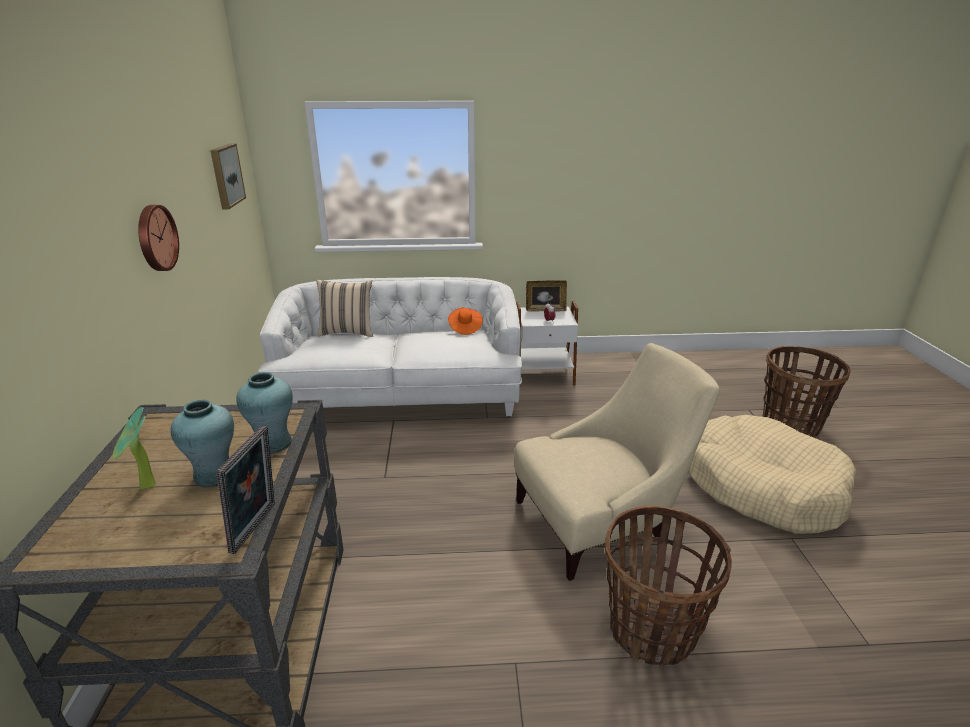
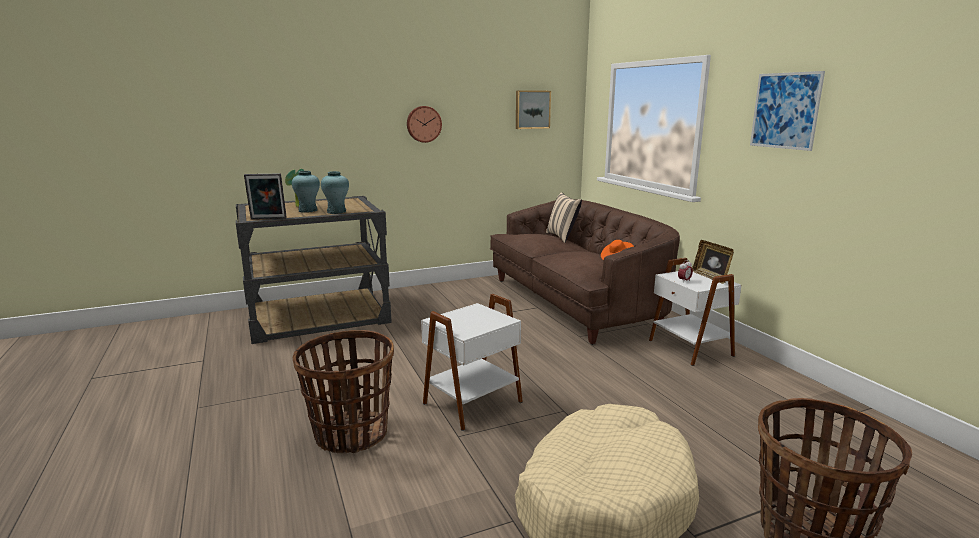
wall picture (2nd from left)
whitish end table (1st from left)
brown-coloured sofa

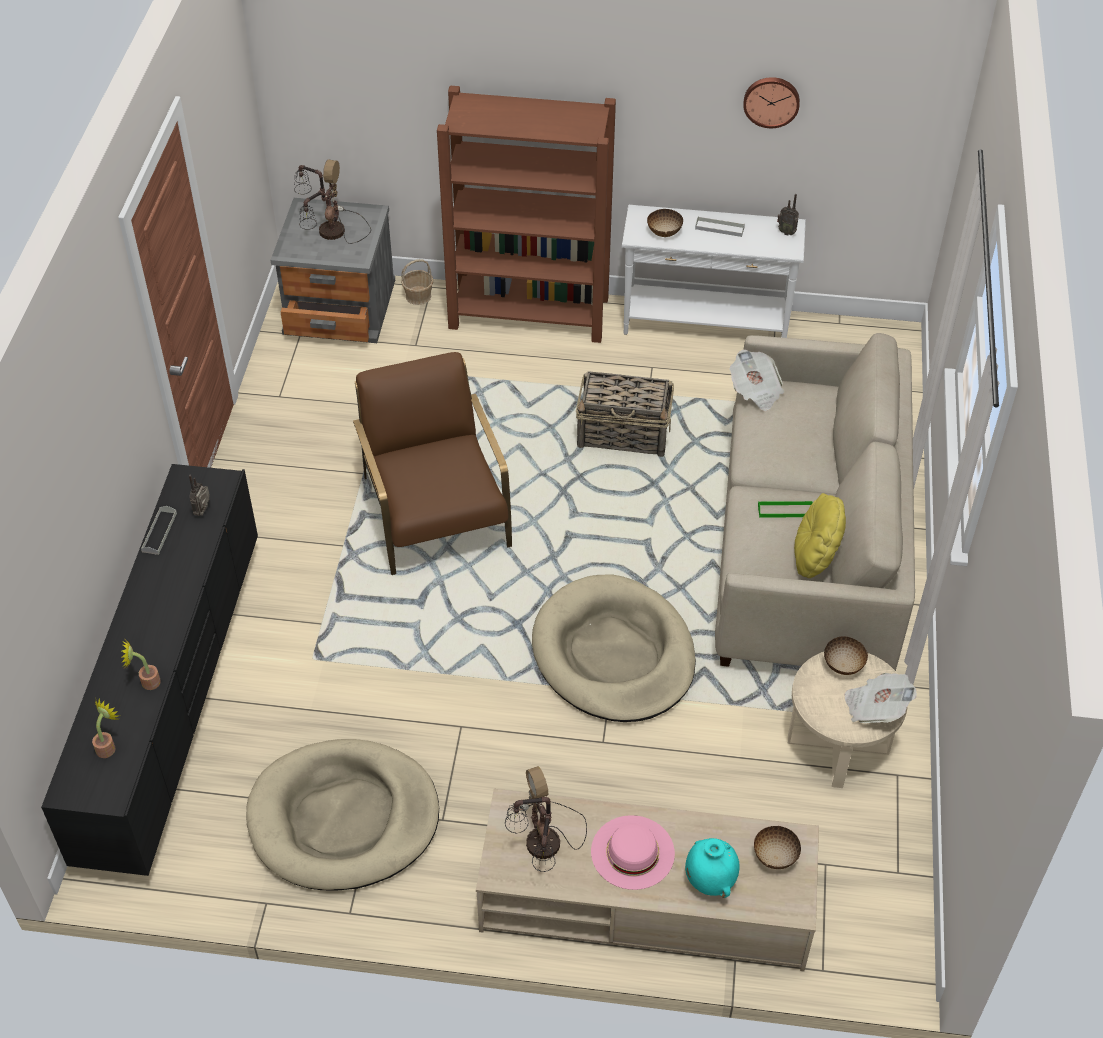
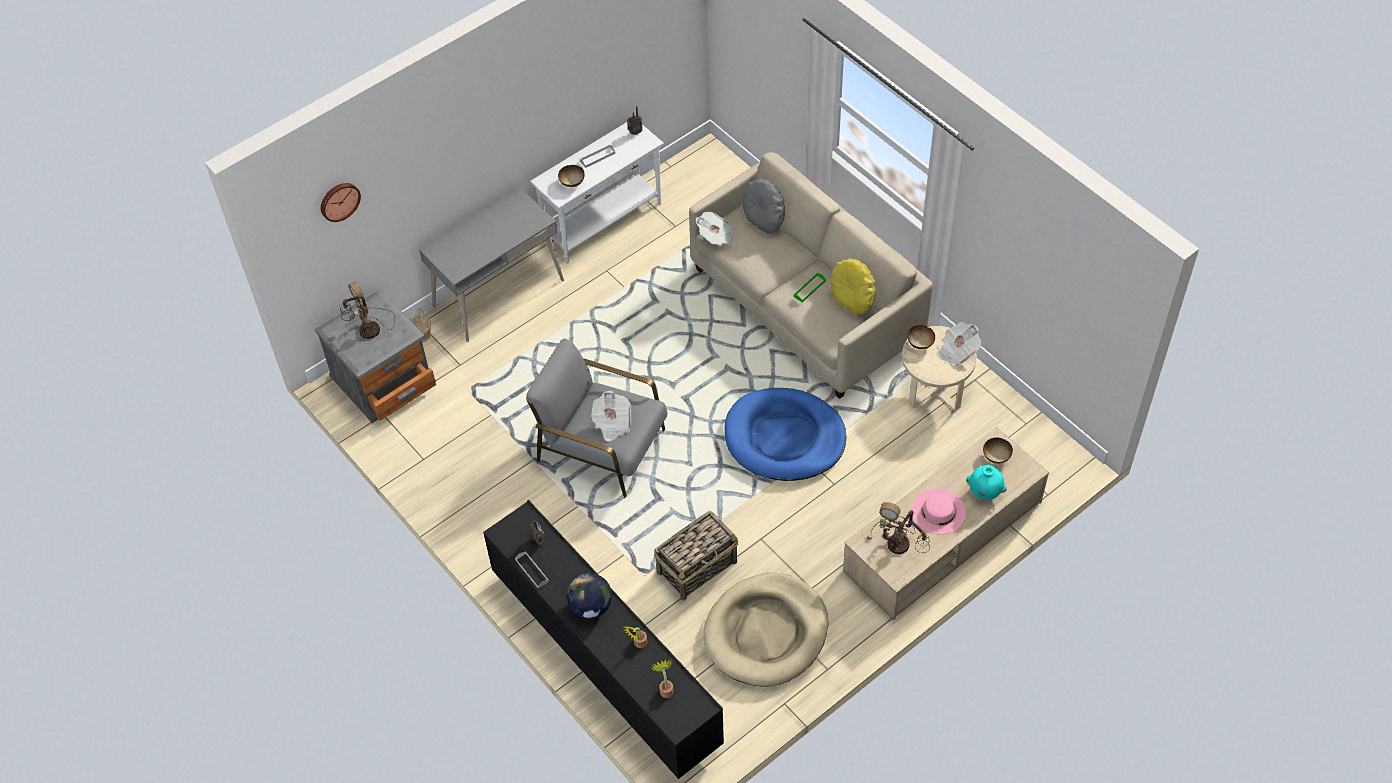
desk globe
printed paper (1st from left)
greyish pillow
storage basket (2nd from left)
hanging clock
greyish desk
greyish easy chair
blue dog cushion

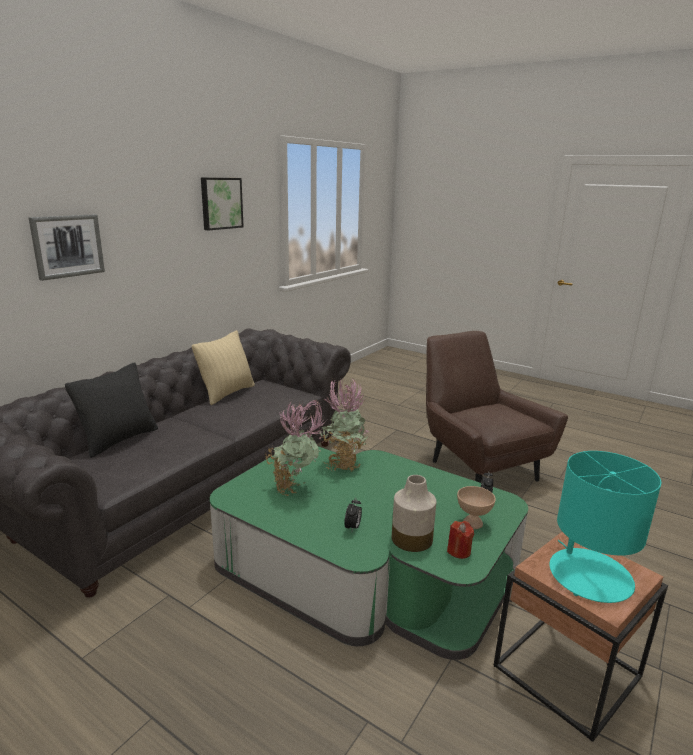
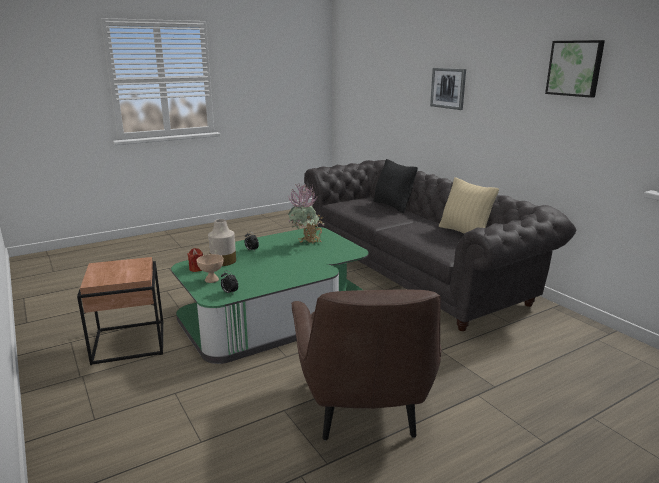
houseplant (2nd from left in the first image)
turquoise lamp for a table
brown-coloured easy chair

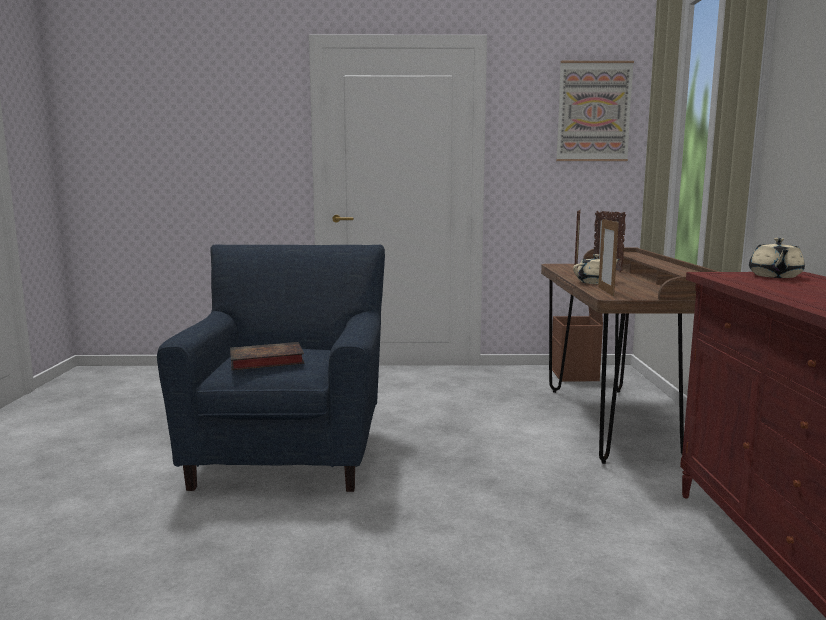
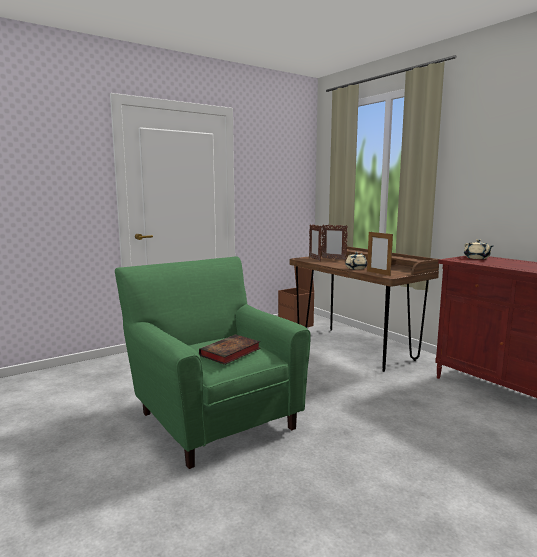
wall picture
green easy chair

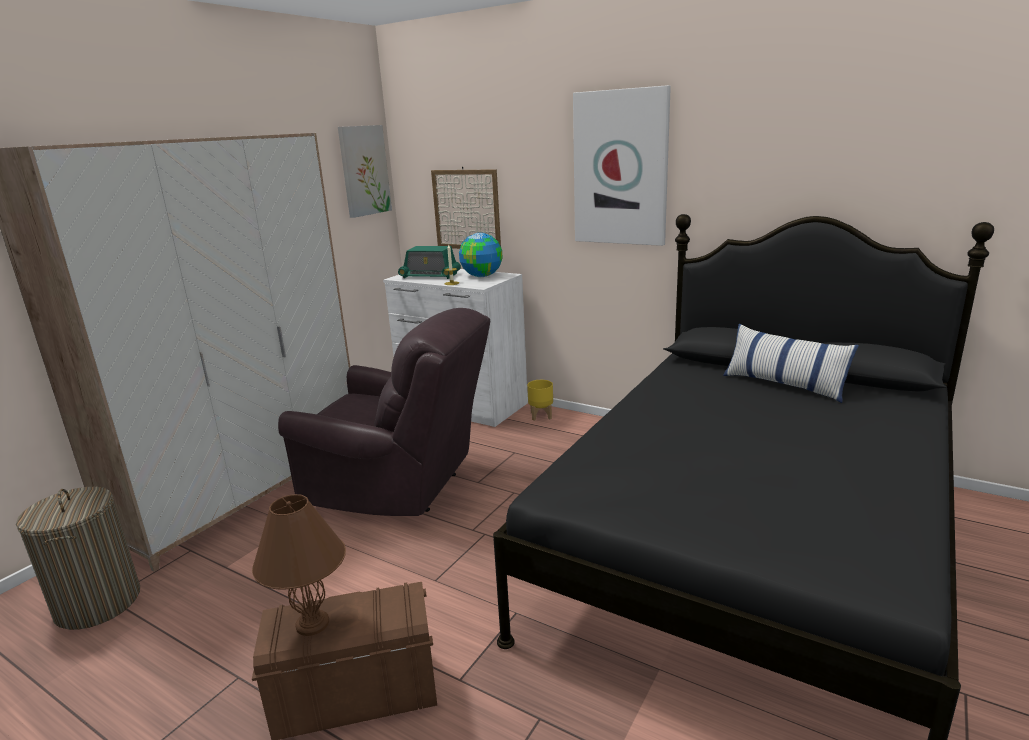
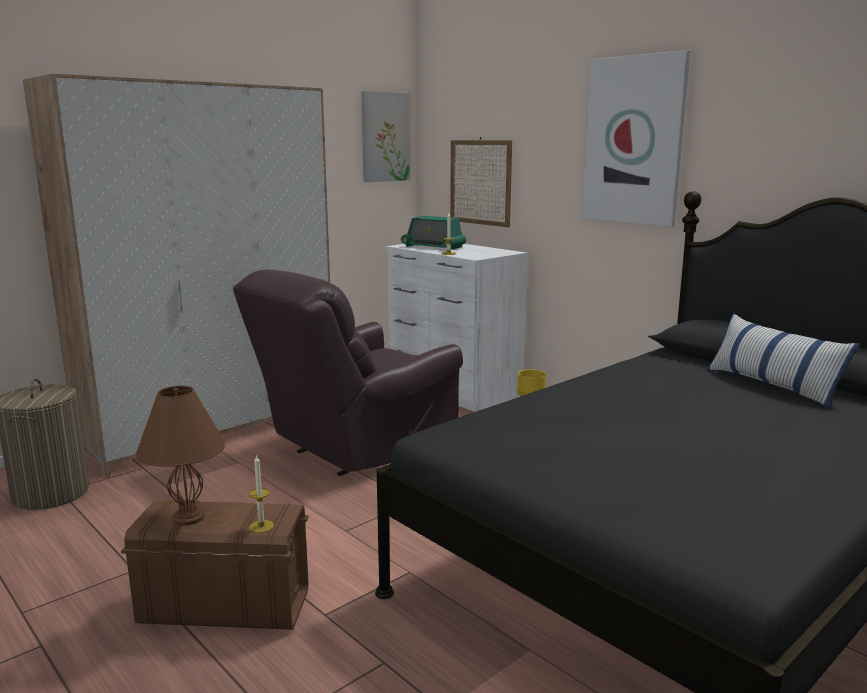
desk globe
candle (1st from left)
brown-coloured easy chair

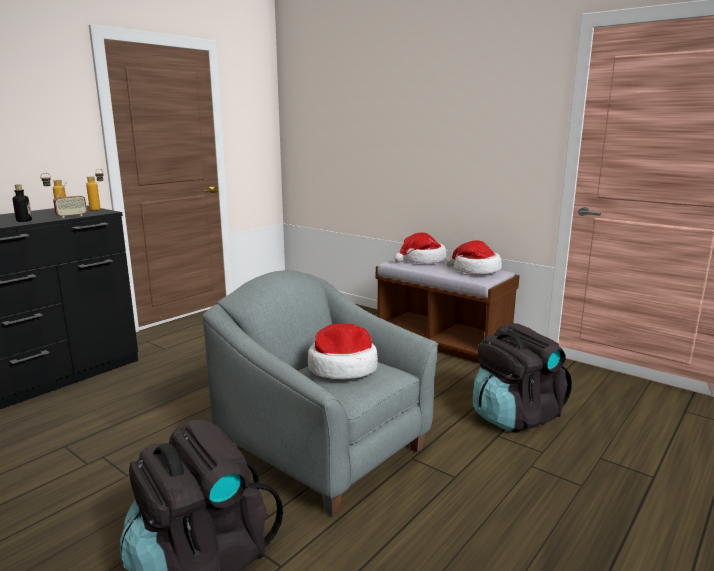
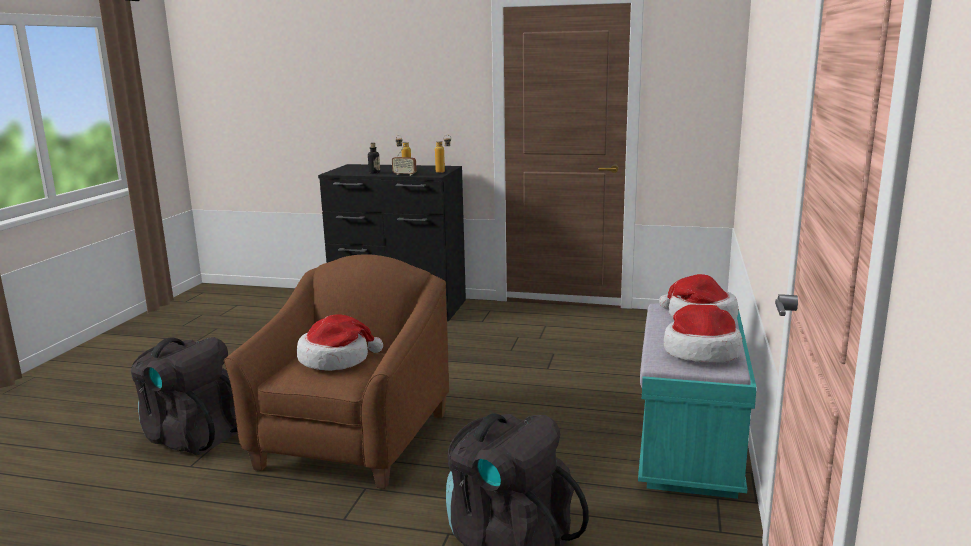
brown-coloured easy chair
turquoise long seat

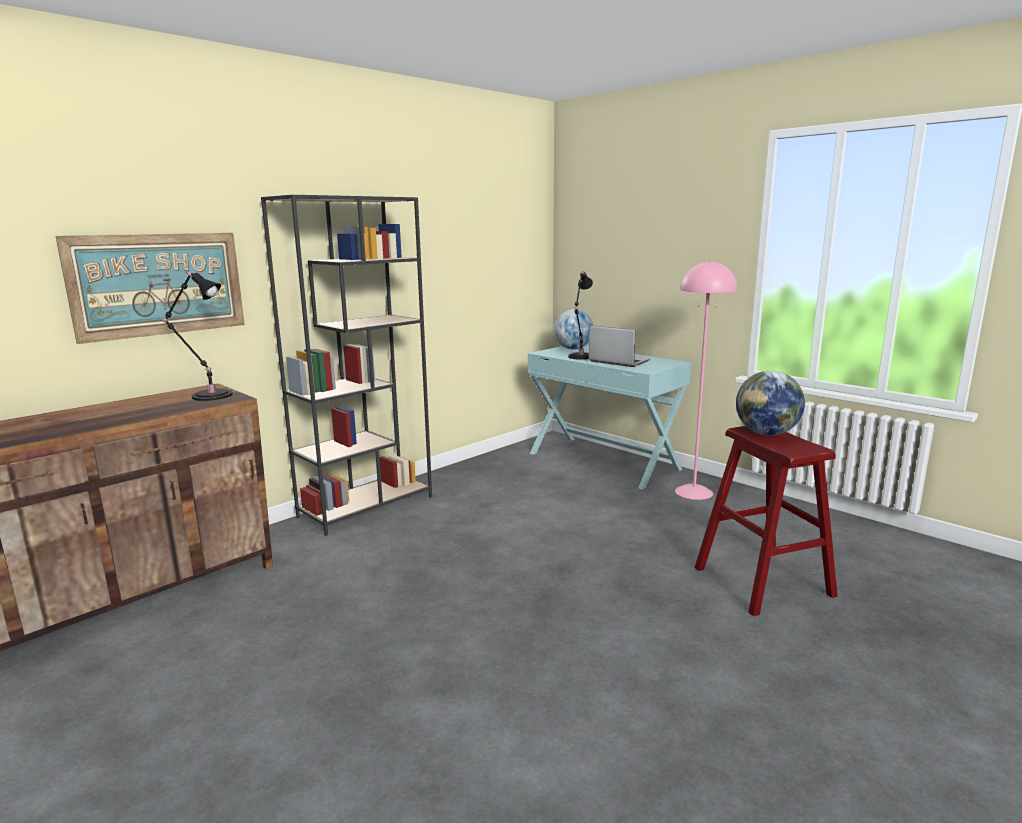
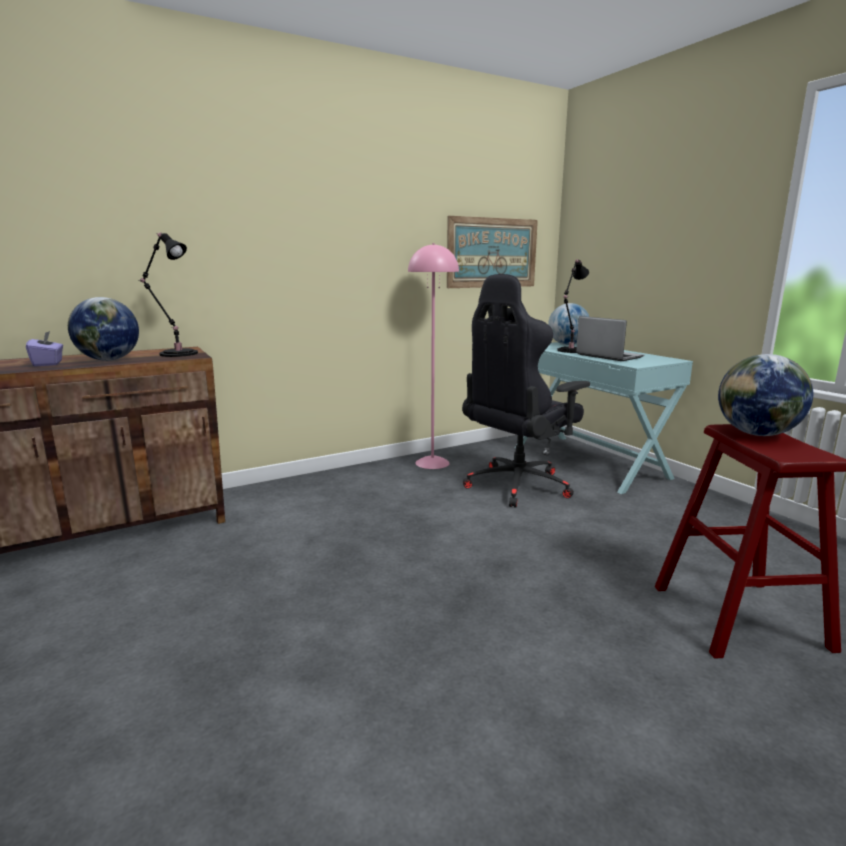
bookcase
purple-coloured tissue box
desk globe (1st from left)
black desk chair
wall picture
pinkish floor lamp

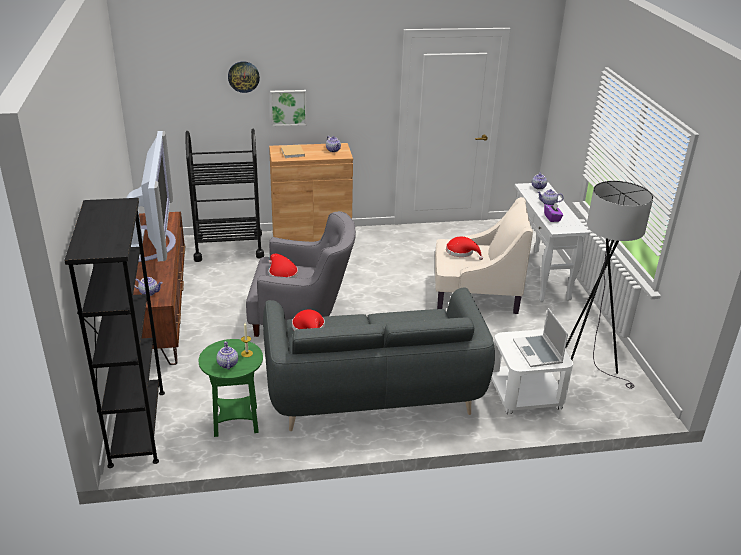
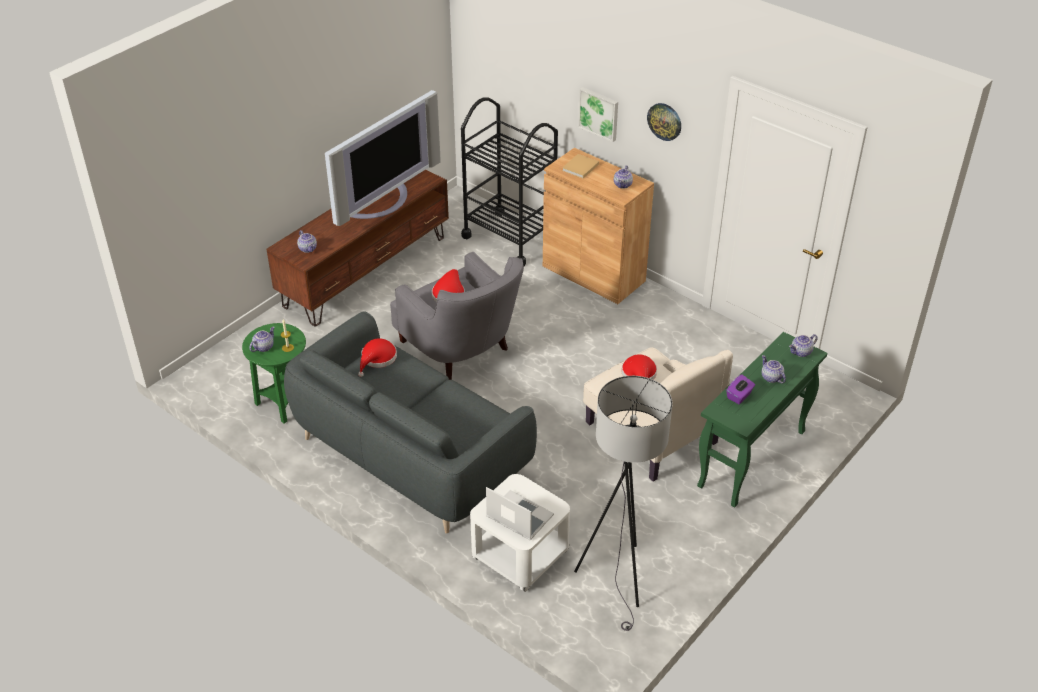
black bookcase
hanging clock
green narrow table
laptop

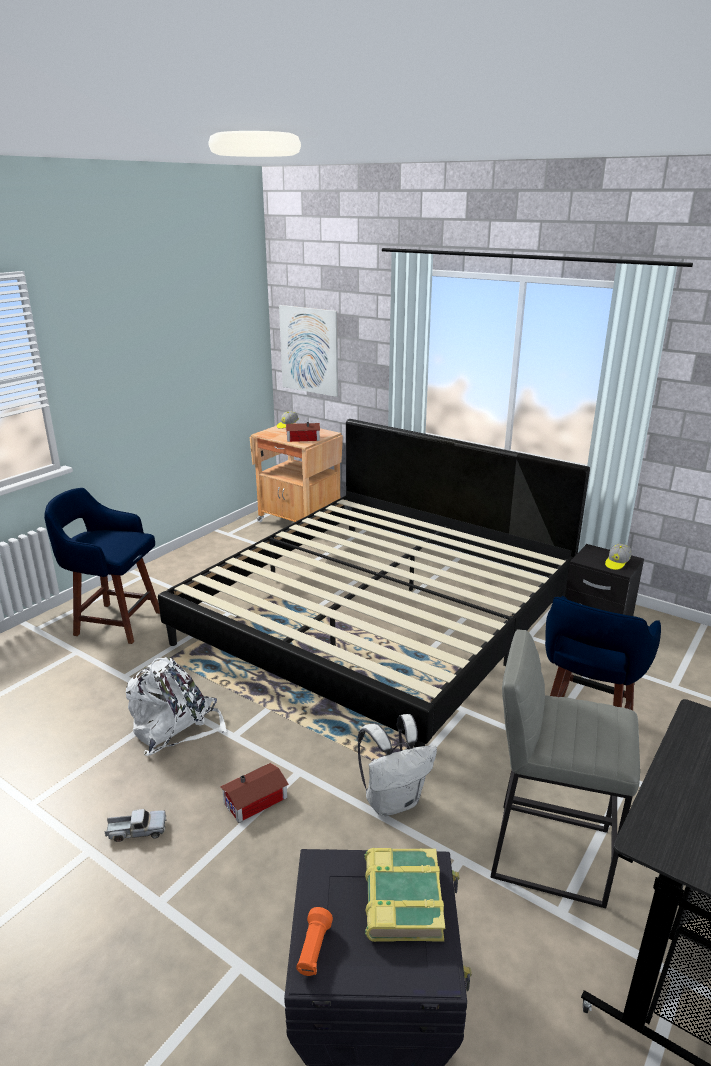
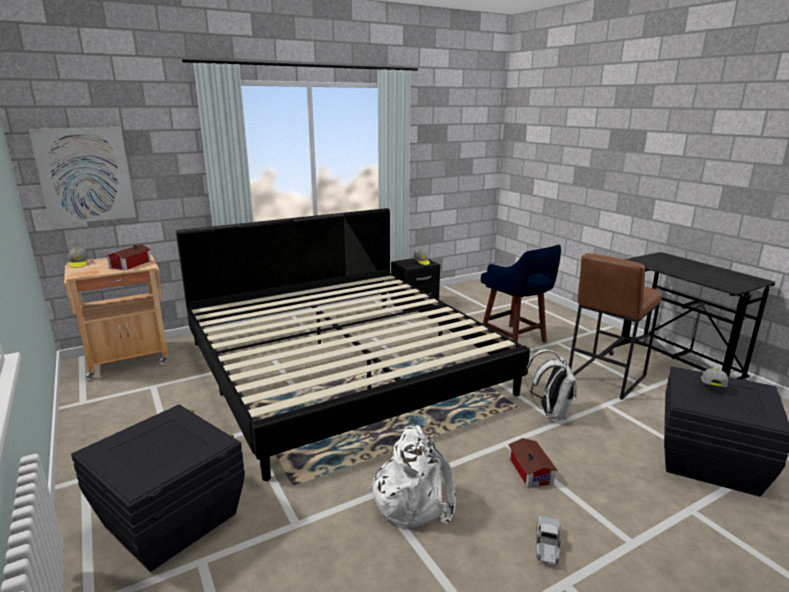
orange torch
black storage bin (1st from left)
cap (3rd from left)
brown-coloured stool

